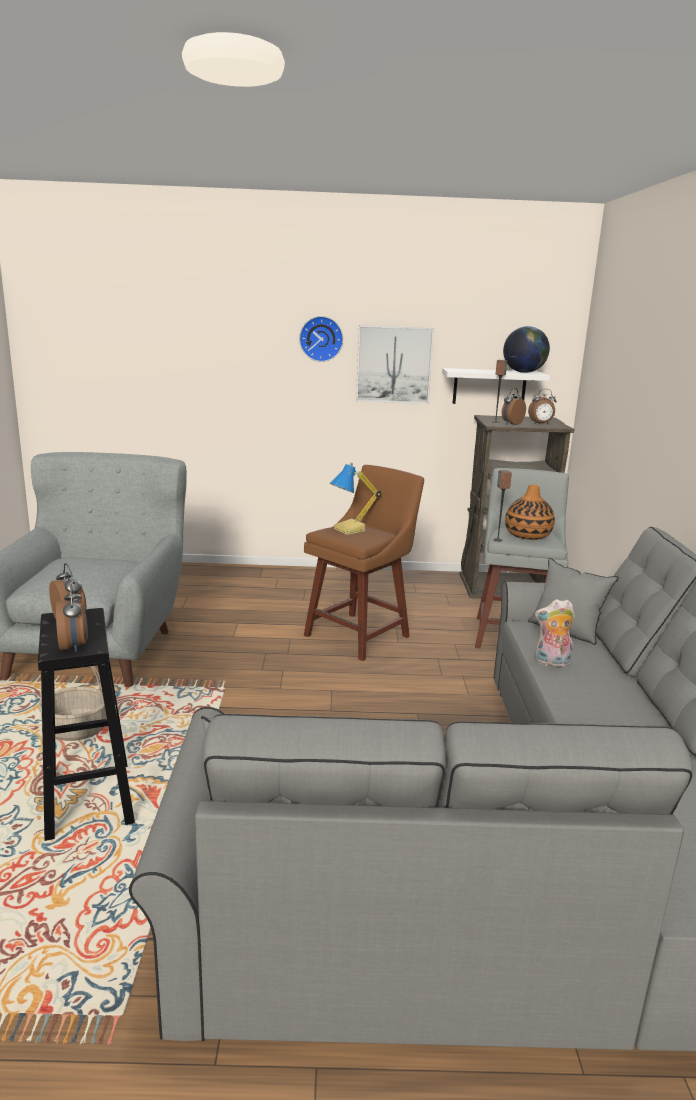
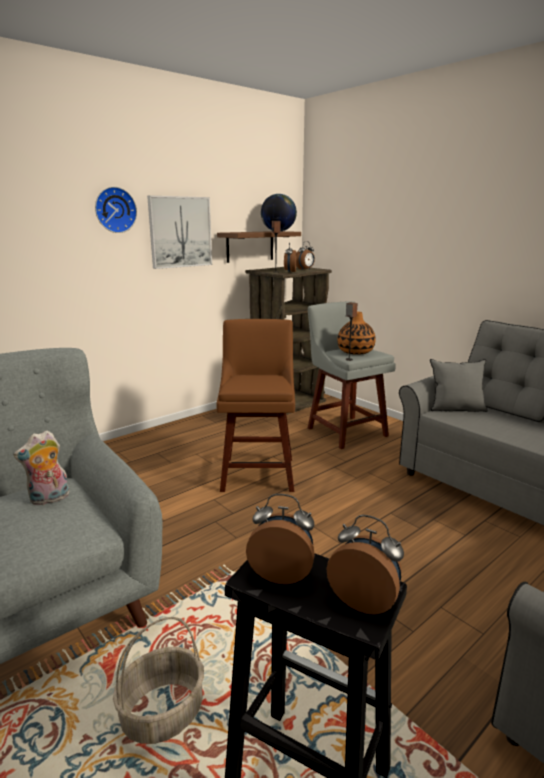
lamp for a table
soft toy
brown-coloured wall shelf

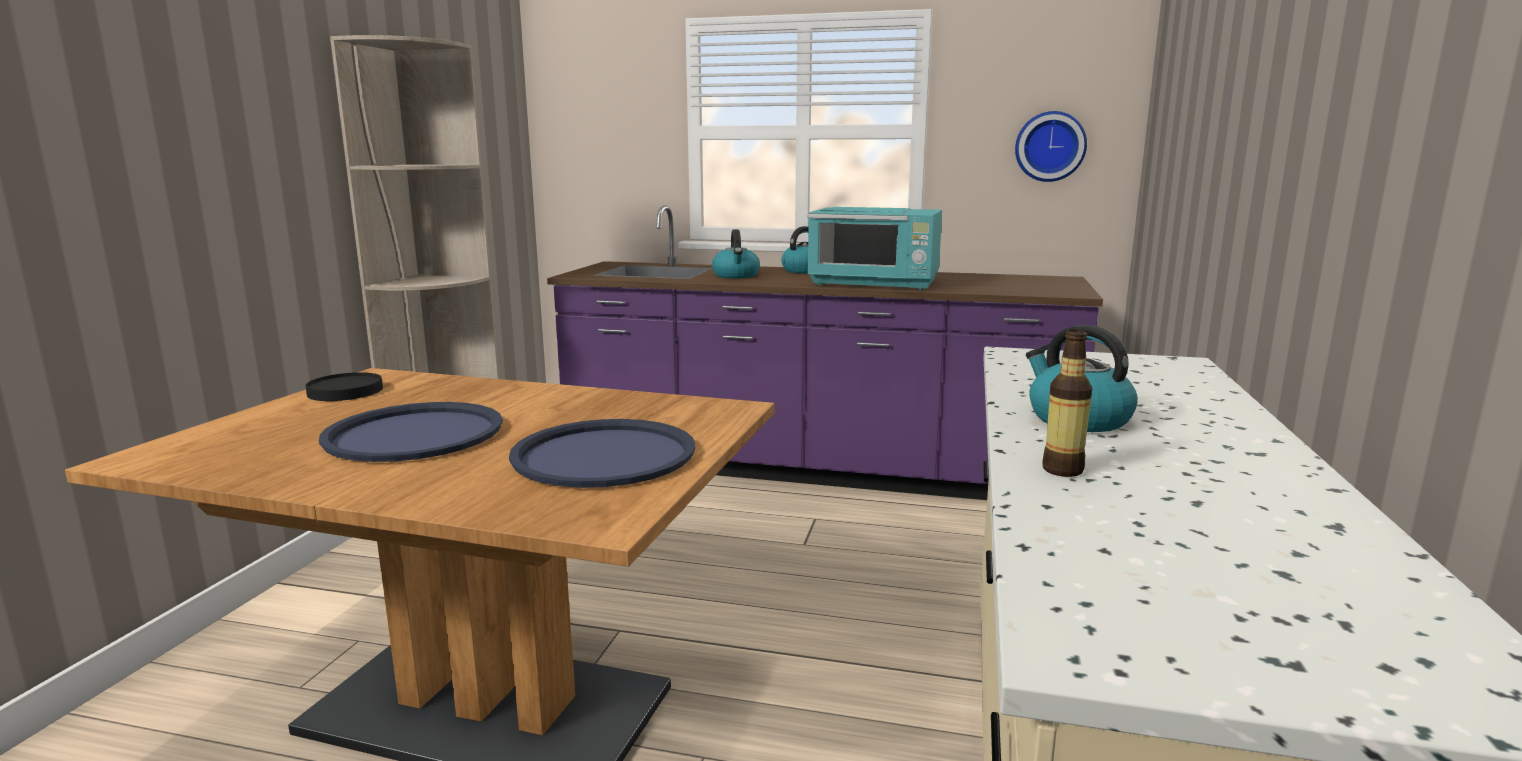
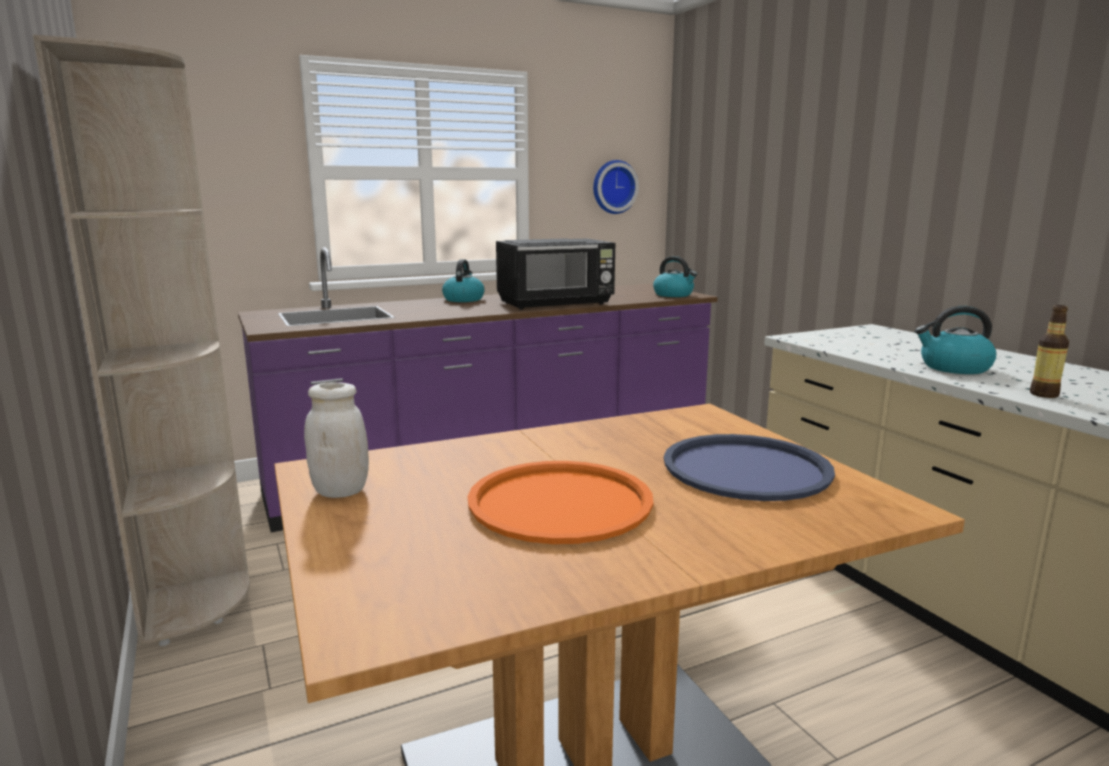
kettle (2nd from left)
whitish preserve jar
orange serving tray
black kitchen microwave

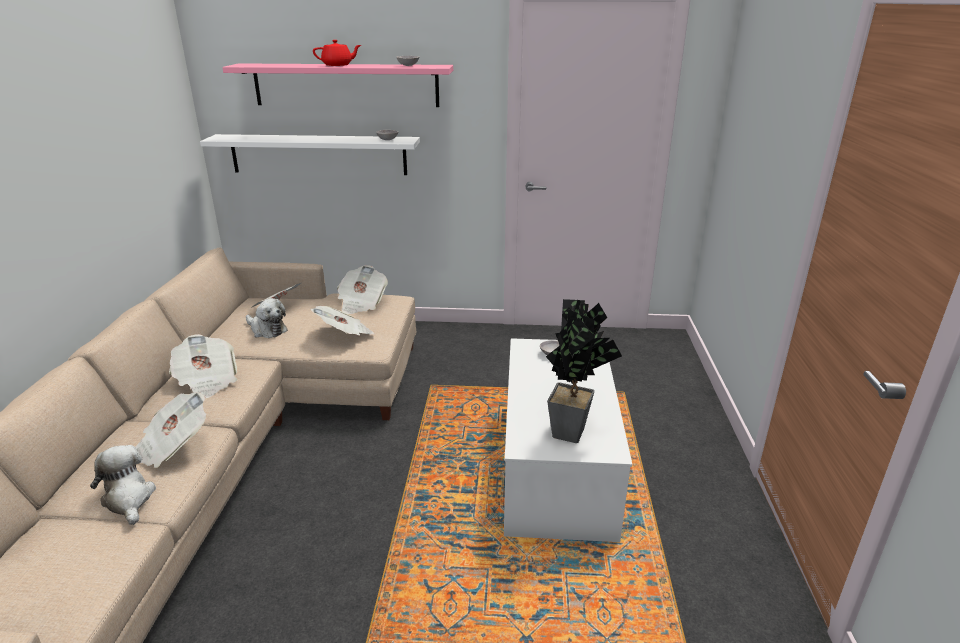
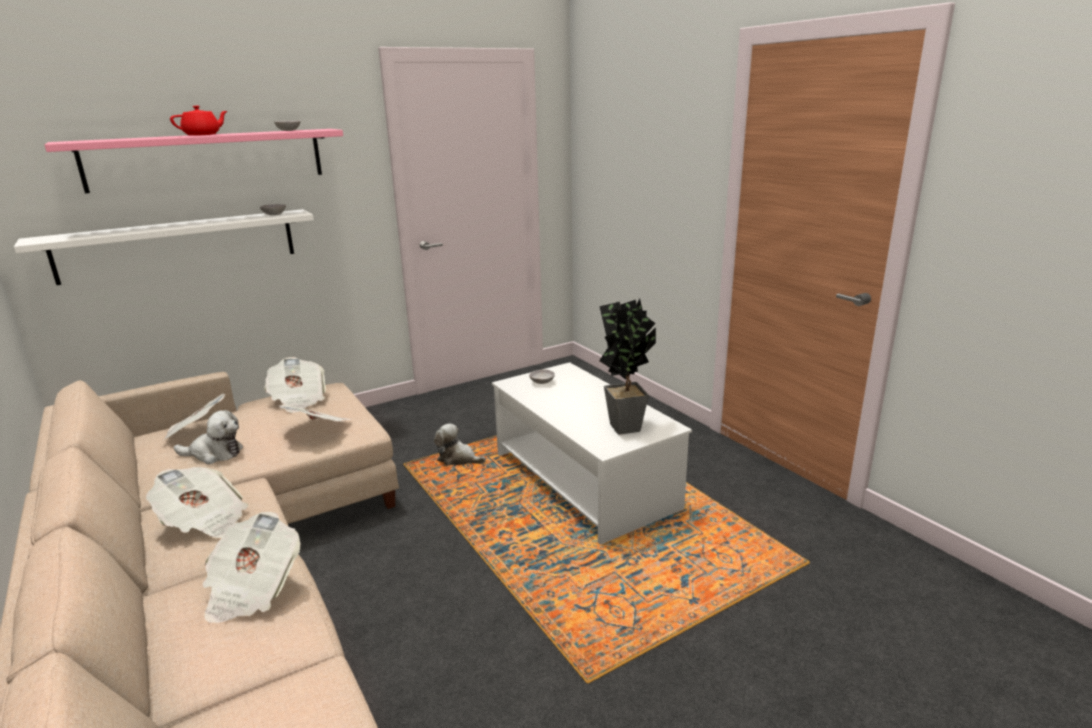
soft toy (2nd from left)

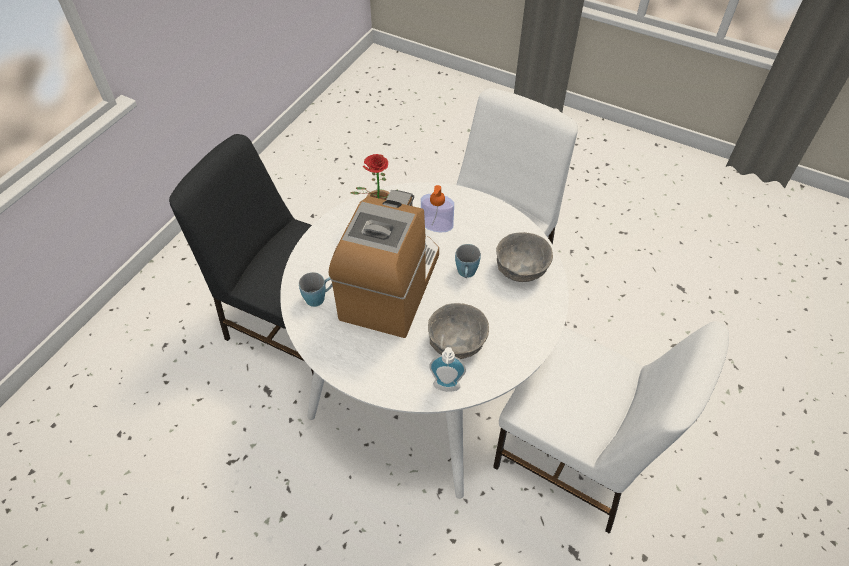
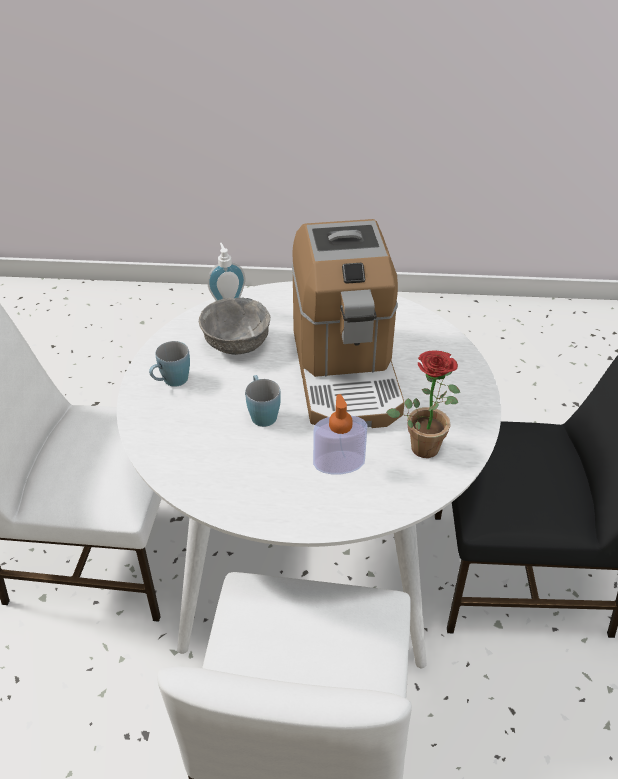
greyish deep dish (2nd from left in the first image)
blue tea mug (1st from left)

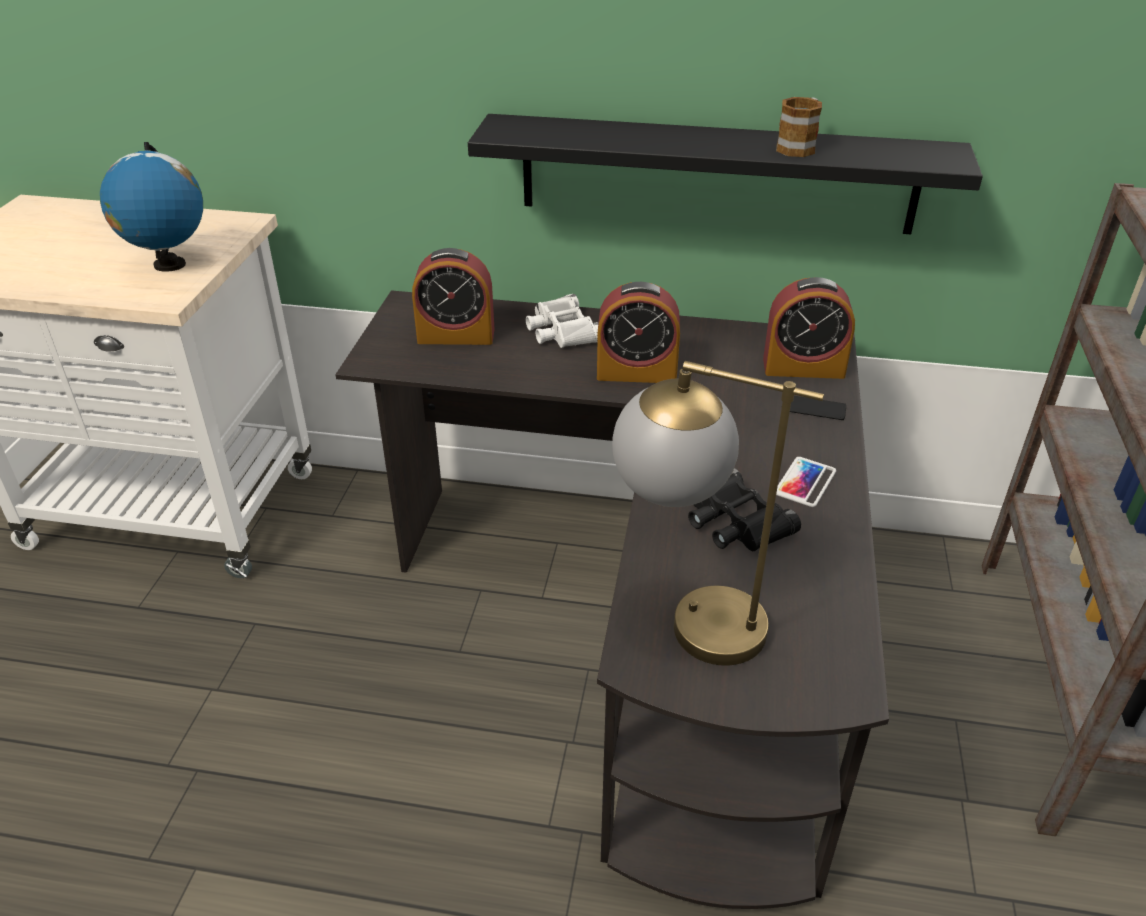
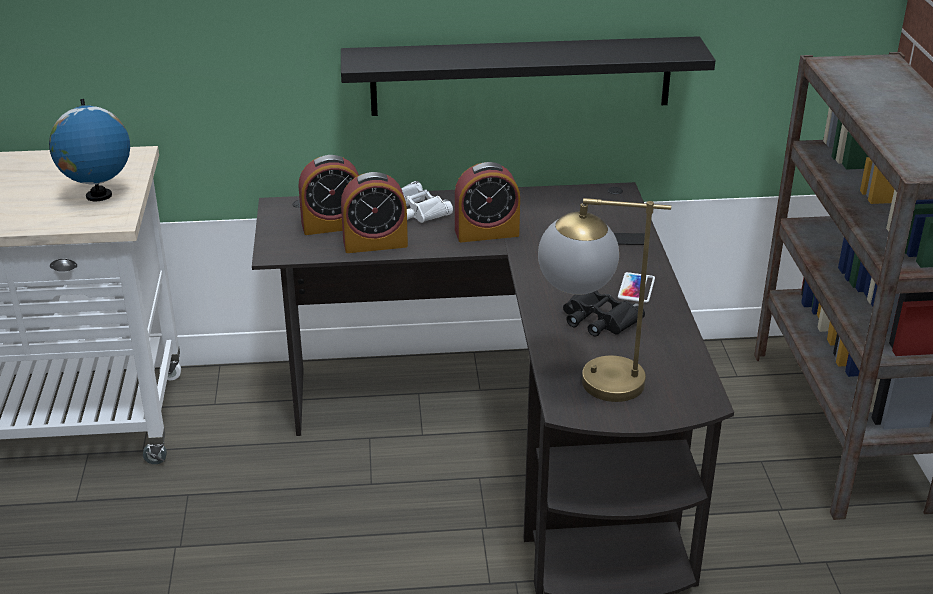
tea mug
table clock (2nd from left)

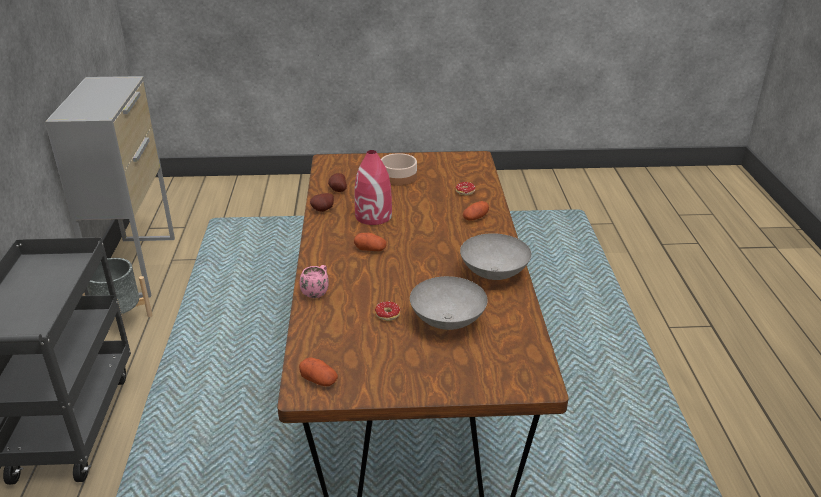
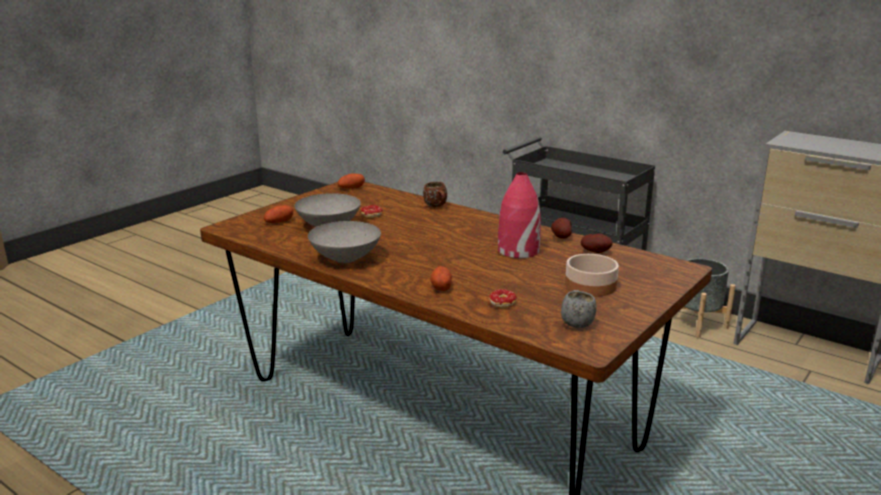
greyish tea mug
potato (1st from left)
brown-coloured tea mug

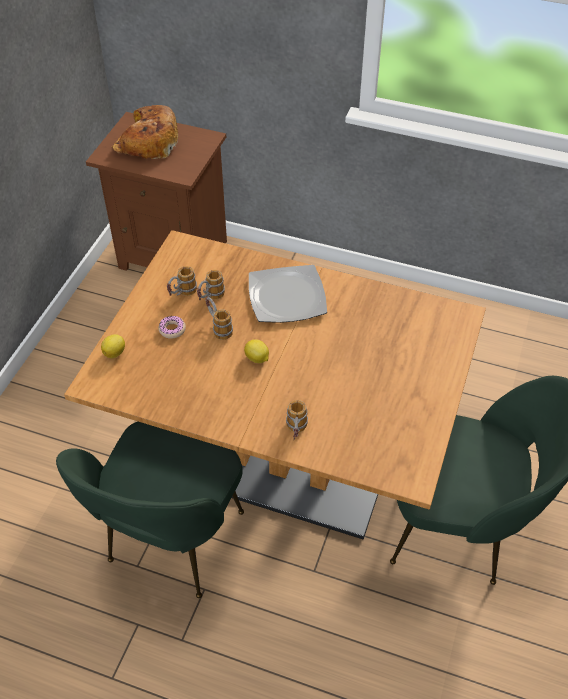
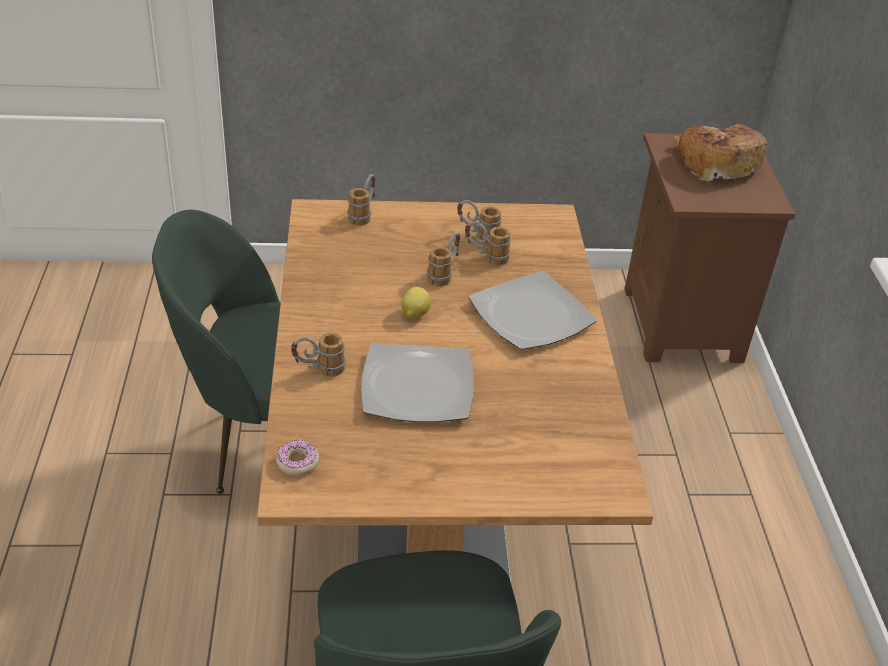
dinner plate (1st from left)
doughnut
tea mug (2nd from left)

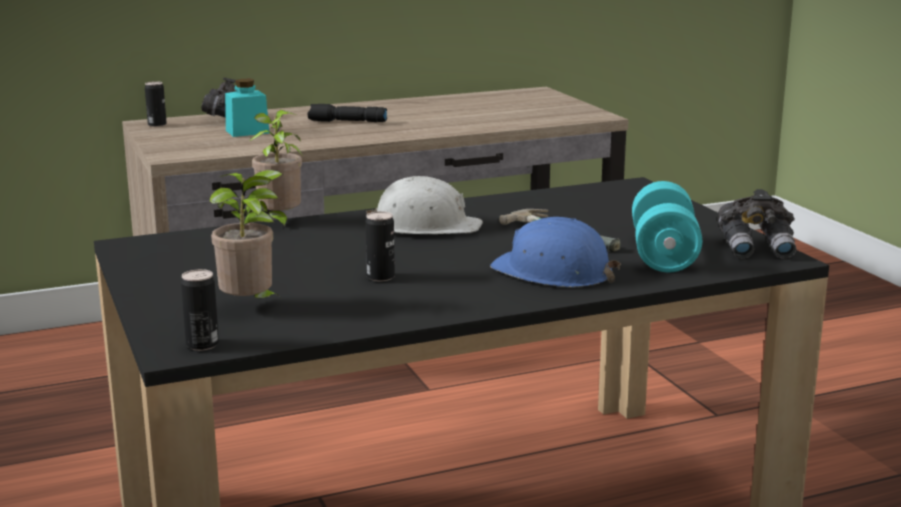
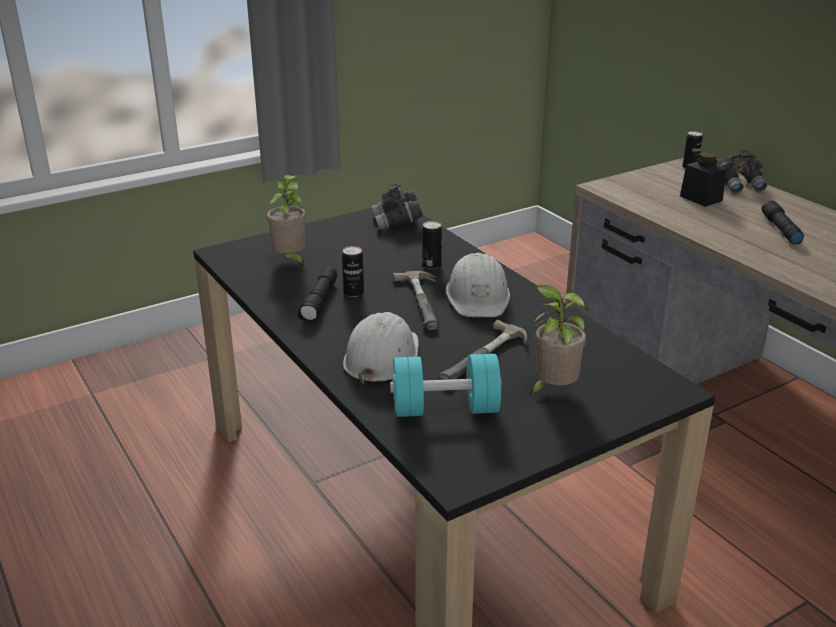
black torch (1st from left)
hammer (1st from left)
metal can (2nd from left)
houseplant (2nd from left)
greyish pair of binoculars (1st from left)
black preserve jar
whitish hard hat (1st from left)

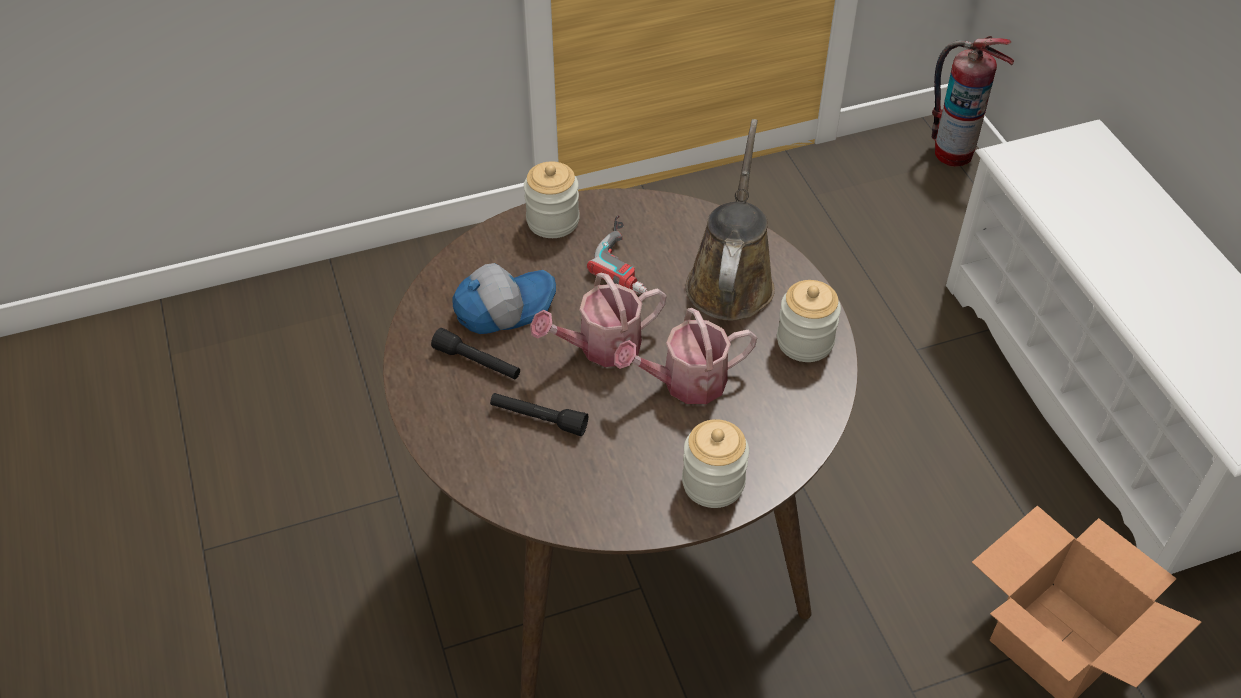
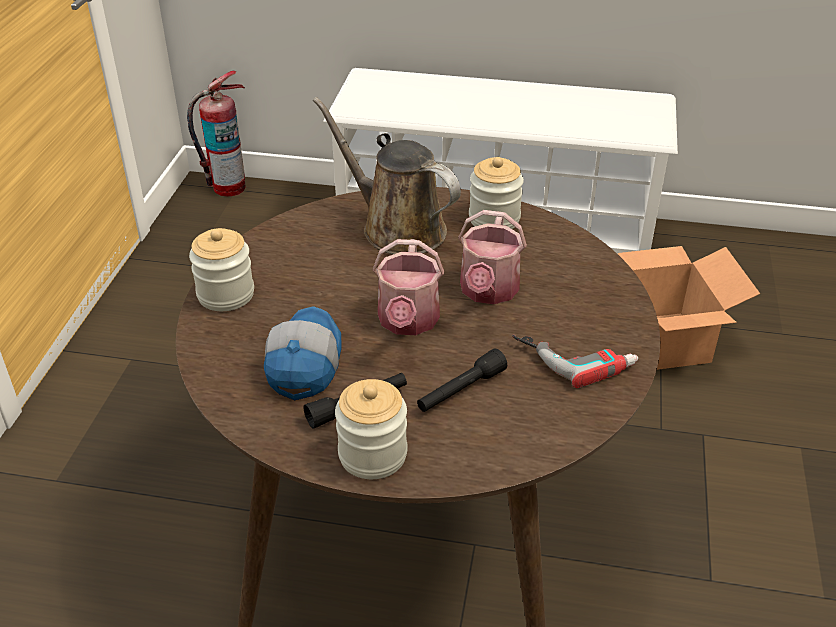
electric drill
preserve jar (2nd from left)

